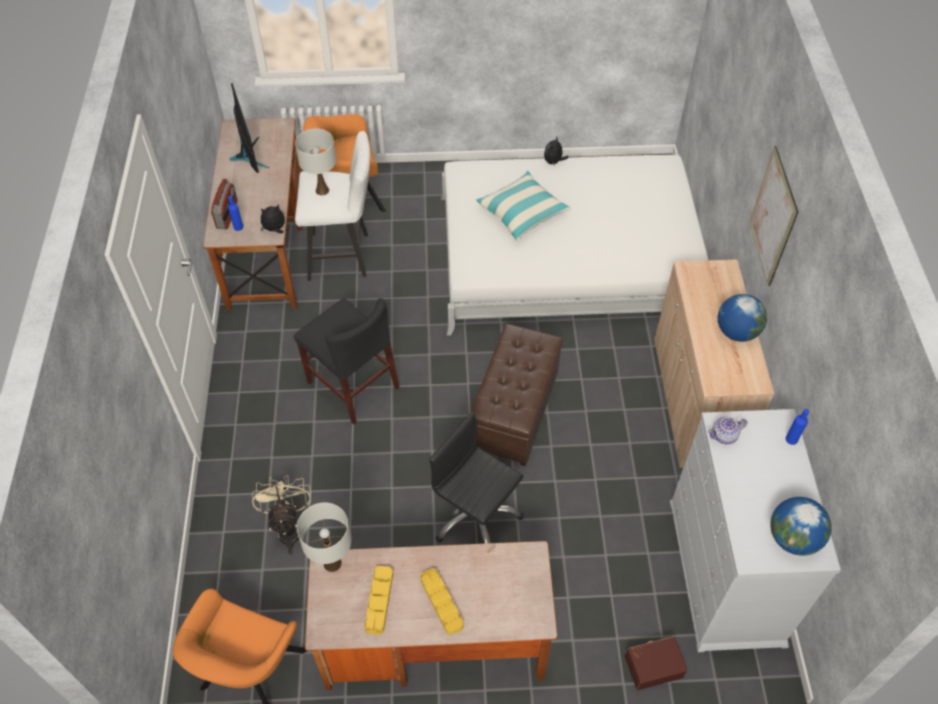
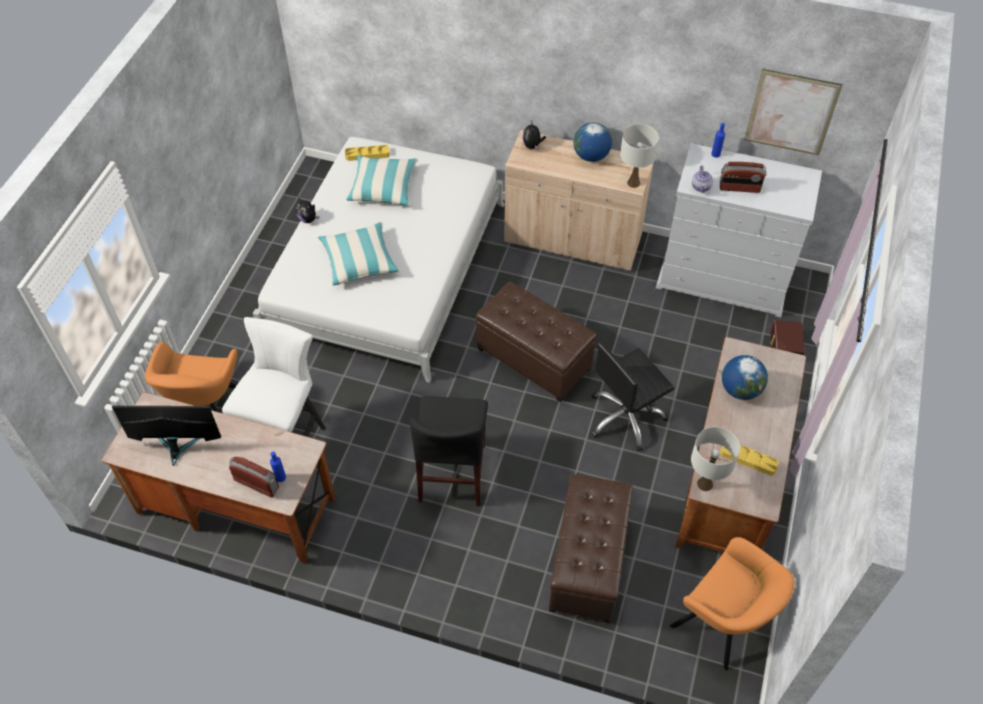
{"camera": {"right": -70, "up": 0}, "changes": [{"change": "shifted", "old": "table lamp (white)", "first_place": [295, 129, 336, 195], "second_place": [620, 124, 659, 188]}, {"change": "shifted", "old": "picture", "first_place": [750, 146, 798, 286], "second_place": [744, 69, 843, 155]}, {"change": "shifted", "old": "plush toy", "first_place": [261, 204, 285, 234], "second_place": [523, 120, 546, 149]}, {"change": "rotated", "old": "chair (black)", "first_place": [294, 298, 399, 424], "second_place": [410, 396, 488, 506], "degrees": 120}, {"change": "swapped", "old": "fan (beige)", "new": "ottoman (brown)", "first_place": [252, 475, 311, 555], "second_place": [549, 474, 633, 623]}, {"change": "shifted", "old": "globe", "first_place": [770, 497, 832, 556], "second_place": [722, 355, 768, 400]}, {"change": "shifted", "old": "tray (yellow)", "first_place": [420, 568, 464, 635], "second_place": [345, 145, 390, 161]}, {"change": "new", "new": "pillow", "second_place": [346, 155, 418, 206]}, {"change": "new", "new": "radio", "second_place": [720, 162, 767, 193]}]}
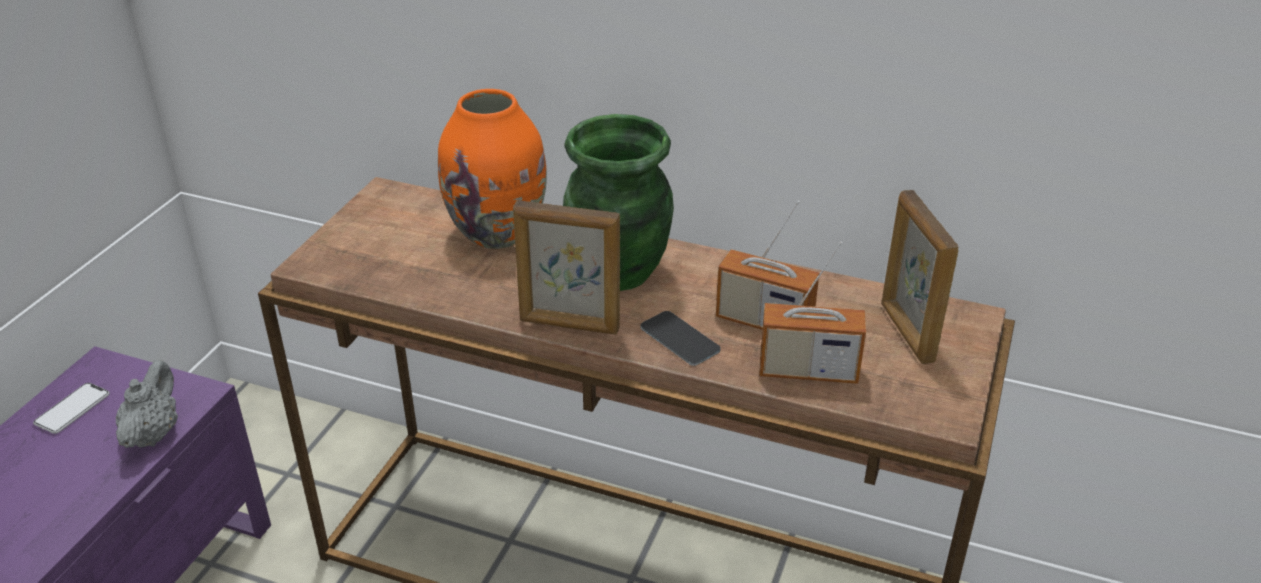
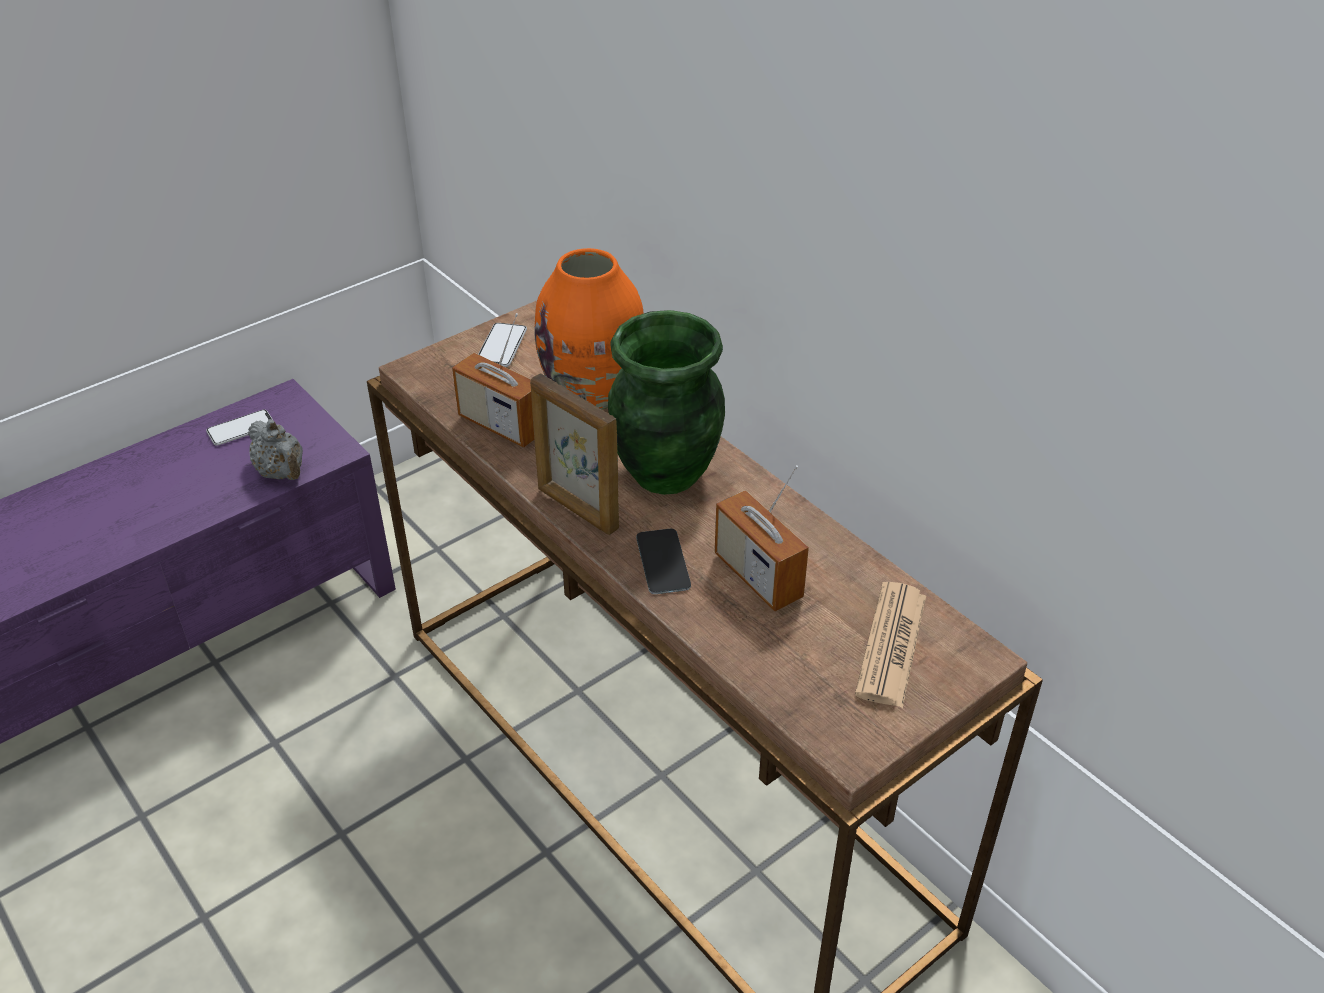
{"camera": {"right": 30, "up": 5}, "changes": [{"change": "swapped", "old": "picture frame", "new": "newspaper", "first_place": [881, 190, 959, 364], "second_place": [855, 582, 926, 708]}, {"change": "shifted", "old": "radio", "first_place": [759, 241, 866, 384], "second_place": [452, 313, 534, 448]}, {"change": "rotated", "old": "teapot (grey)", "first_place": [116, 360, 178, 448], "second_place": [248, 419, 303, 480], "degrees": 105}, {"change": "new", "new": "phone", "second_place": [478, 323, 527, 367]}]}
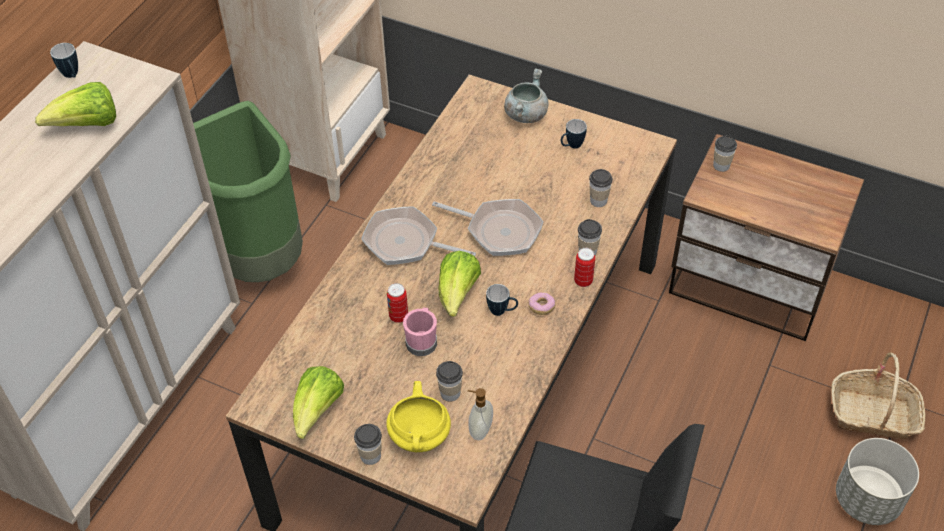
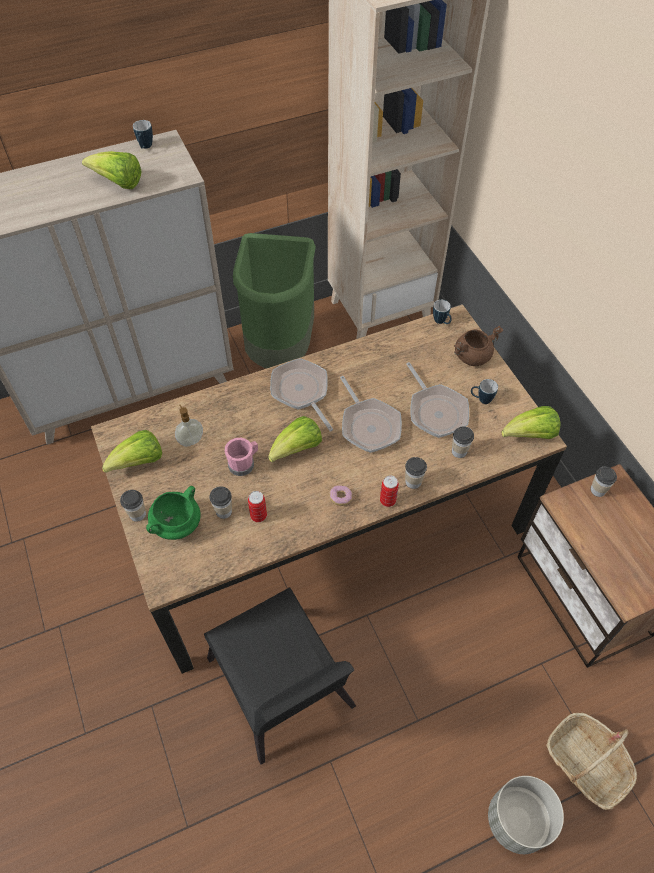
{"camera": {"right": 40, "up": 5}, "changes": [{"change": "repainted", "old": "cooking pot (grey)", "new": "cooking pot (brown)", "first_place": [504, 68, 549, 123], "second_place": [454, 326, 503, 366]}, {"change": "shifted", "old": "can", "first_place": [387, 283, 408, 323], "second_place": [248, 491, 267, 522]}, {"change": "shifted", "old": "mug", "first_place": [486, 284, 518, 316], "second_place": [433, 300, 451, 324]}, {"change": "repainted", "old": "cooking pot (yellow)", "new": "cooking pot (green)", "first_place": [386, 381, 451, 452], "second_place": [146, 486, 201, 540]}, {"change": "shifted", "old": "soap dispenser", "first_place": [468, 388, 493, 440], "second_place": [175, 405, 203, 447]}, {"change": "new", "new": "frying pan", "second_place": [407, 362, 469, 438]}, {"change": "new", "new": "lettuce", "second_place": [501, 406, 561, 439]}]}
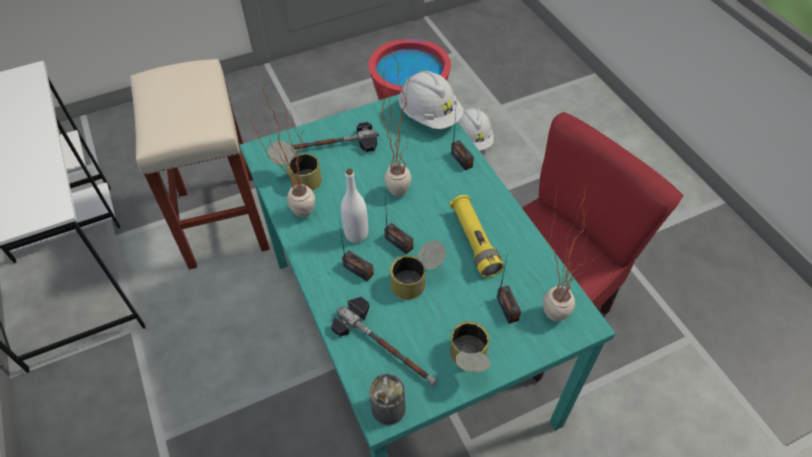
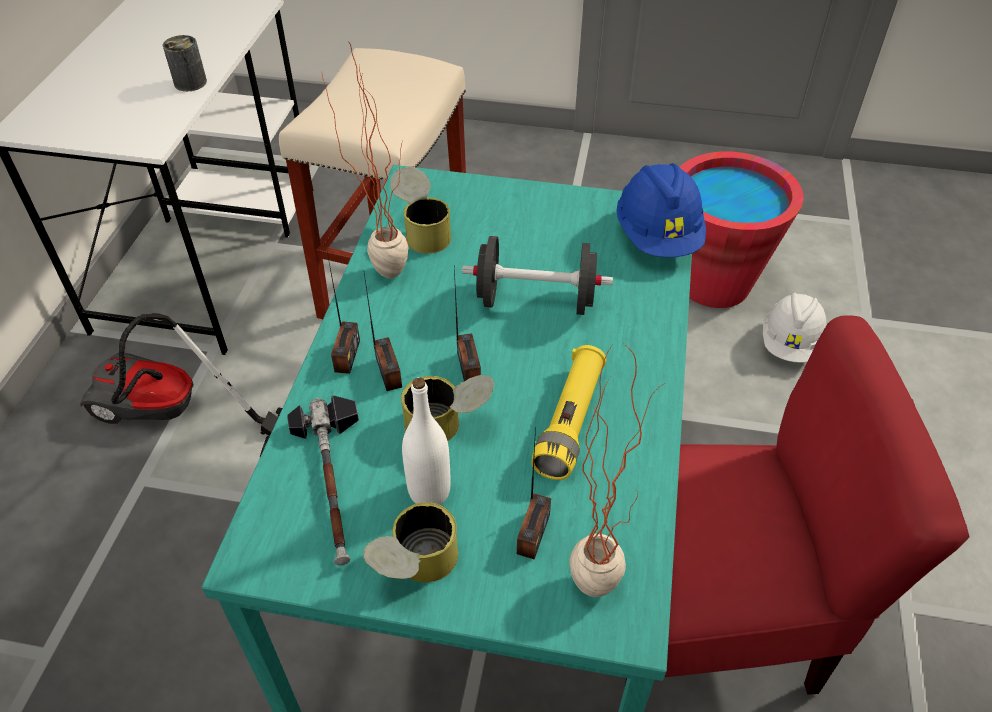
{"camera": {"right": 35, "up": -5}, "changes": [{"change": "swapped", "old": "potted plant", "new": "dumbbell (black)", "first_place": [381, 55, 411, 196], "second_place": [462, 236, 613, 315]}, {"change": "repainted", "old": "hard hat (white)", "new": "hard hat (blue)", "first_place": [398, 70, 463, 129], "second_place": [616, 163, 706, 257]}, {"change": "shifted", "old": "radio", "first_place": [451, 112, 474, 170], "second_place": [327, 252, 360, 374]}, {"change": "gone", "old": "hammer", "first_place": [292, 122, 379, 152]}, {"change": "shifted", "old": "bottle (white)", "first_place": [341, 169, 368, 243], "second_place": [402, 377, 451, 505]}, {"change": "shifted", "old": "can", "first_place": [369, 374, 405, 425], "second_place": [163, 35, 207, 91]}, {"change": "new", "new": "vacuum cleaner", "second_place": [80, 313, 282, 457]}]}
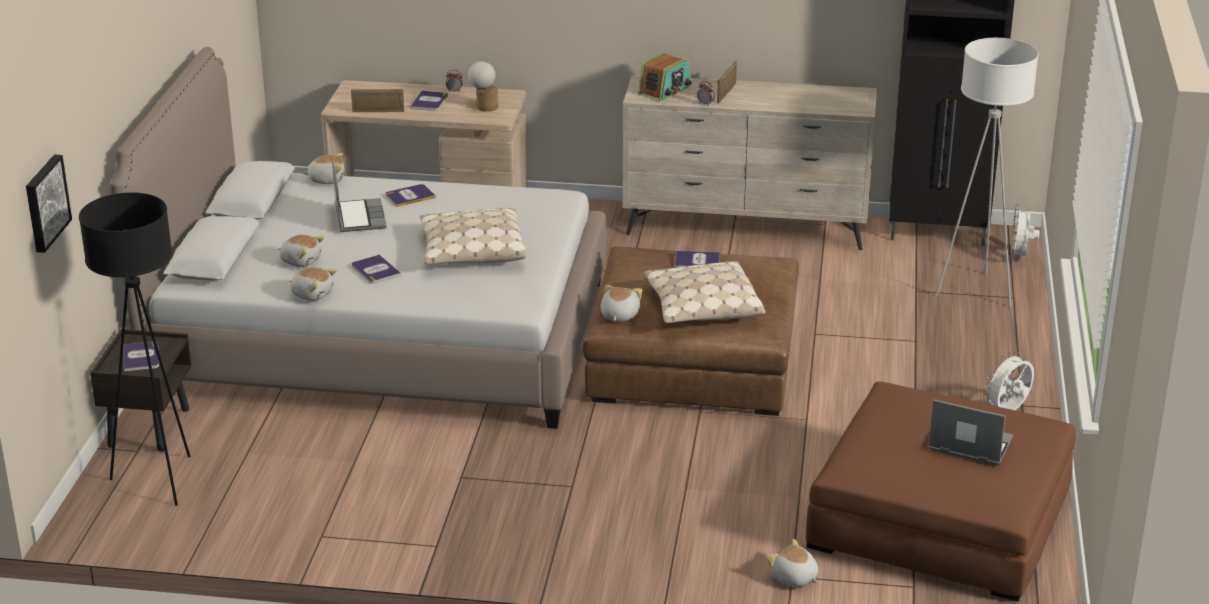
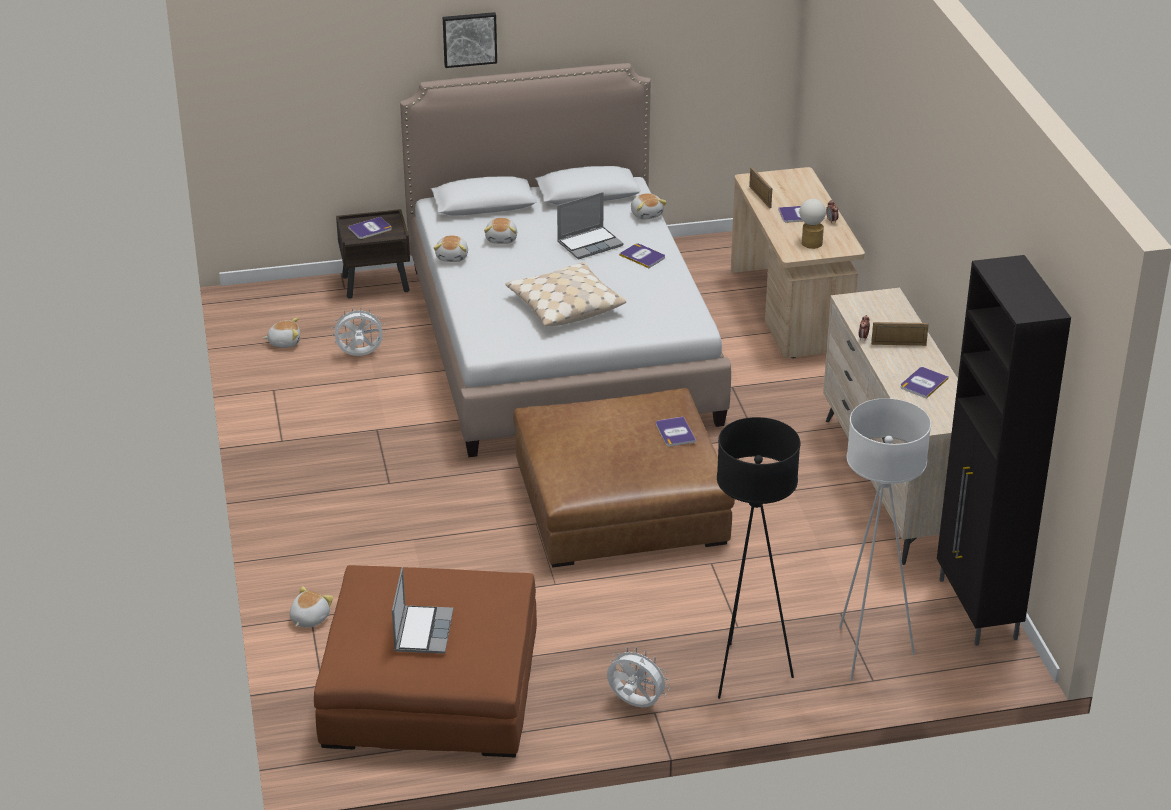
{"camera": {"right": 70, "up": 5}, "changes": [{"change": "gone", "old": "radio", "first_place": [638, 52, 691, 101]}, {"change": "shifted", "old": "picture", "first_place": [26, 155, 72, 253], "second_place": [443, 12, 497, 68]}, {"change": "shifted", "old": "floor lamp (black)", "first_place": [79, 193, 190, 506], "second_place": [717, 417, 800, 699]}, {"change": "shifted", "old": "fan (white)", "first_place": [1010, 204, 1040, 261], "second_place": [331, 307, 385, 356]}, {"change": "shifted", "old": "book", "first_place": [352, 255, 401, 283], "second_place": [900, 367, 949, 399]}, {"change": "gone", "old": "pillow (beige)", "first_place": [644, 261, 765, 323]}, {"change": "shifted", "old": "plush toy", "first_place": [600, 285, 642, 322], "second_place": [263, 318, 300, 348]}]}
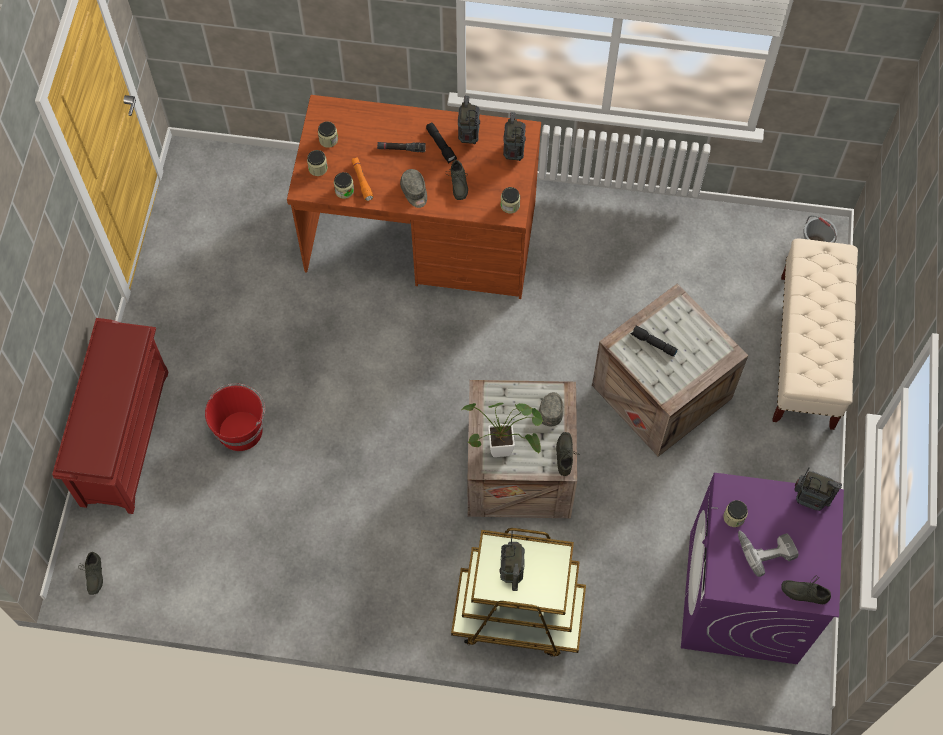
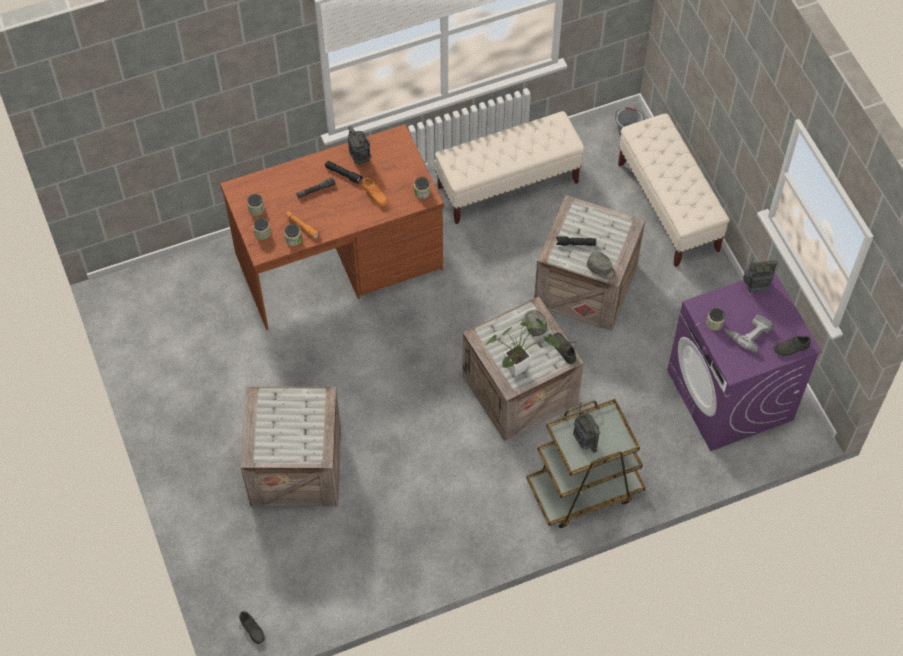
{"camera": {"right": -30, "up": -5}, "changes": [{"change": "gone", "old": "radio", "first_place": [503, 112, 526, 161]}, {"change": "repainted", "old": "shoe (grey)", "new": "shoe (orange)", "first_place": [445, 160, 468, 200], "second_place": [363, 178, 387, 206]}, {"change": "shifted", "old": "cap (grey)", "first_place": [400, 169, 427, 208], "second_place": [587, 252, 615, 279]}, {"change": "gone", "old": "shoe rack (red)", "first_place": [52, 318, 169, 514]}, {"change": "swapped", "old": "bucket (red)", "new": "crate", "first_place": [205, 383, 265, 451], "second_place": [241, 387, 341, 506]}, {"change": "new", "new": "bench (beige)", "second_place": [435, 111, 584, 224]}]}
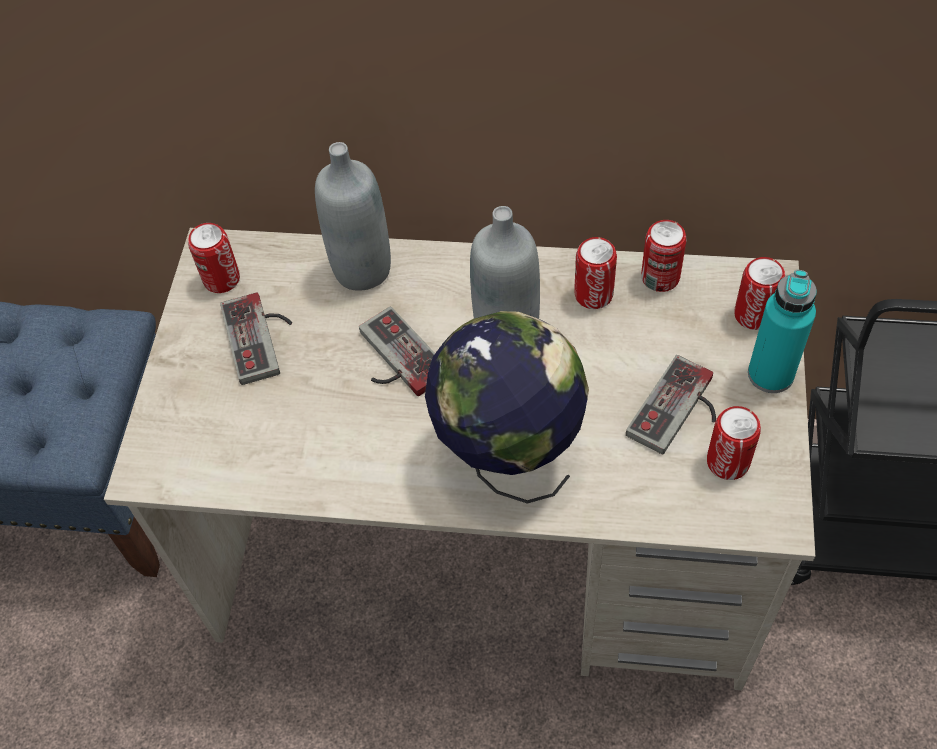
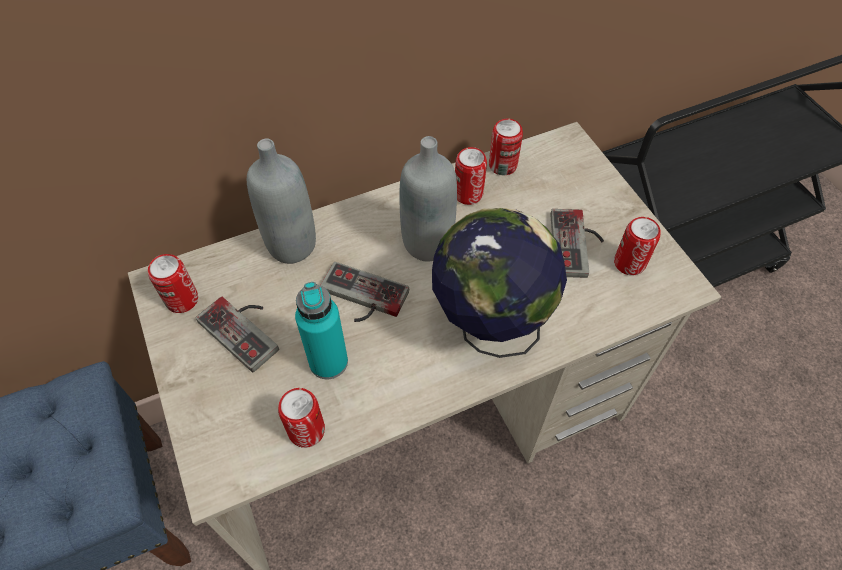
{"camera": {"right": -35, "up": 0}, "changes": [{"change": "shifted", "old": "can", "first_place": [735, 257, 785, 330], "second_place": [278, 388, 325, 448]}, {"change": "shifted", "old": "bottle (turquoise)", "first_place": [748, 270, 817, 393], "second_place": [295, 282, 348, 379]}]}
